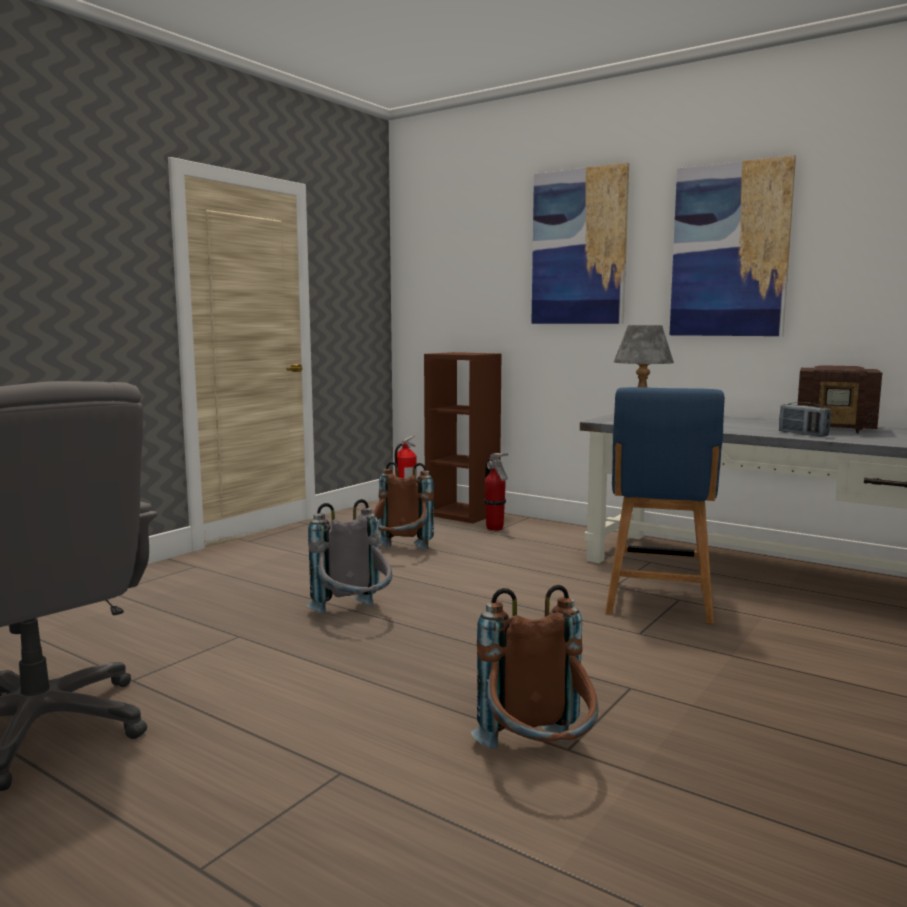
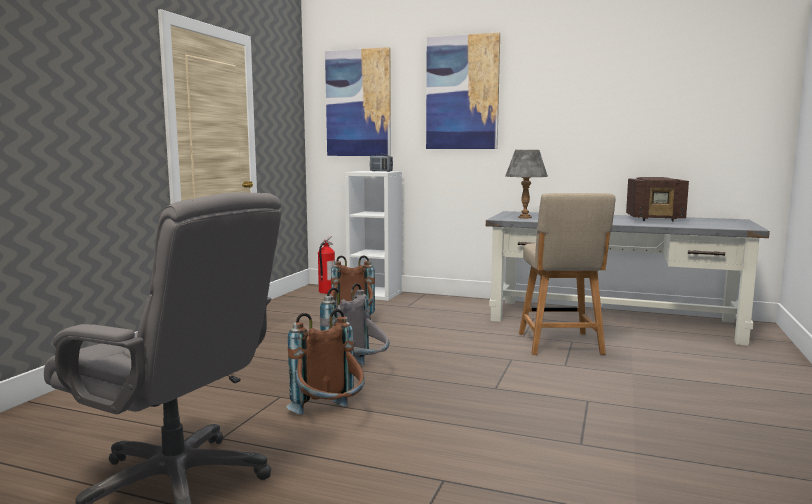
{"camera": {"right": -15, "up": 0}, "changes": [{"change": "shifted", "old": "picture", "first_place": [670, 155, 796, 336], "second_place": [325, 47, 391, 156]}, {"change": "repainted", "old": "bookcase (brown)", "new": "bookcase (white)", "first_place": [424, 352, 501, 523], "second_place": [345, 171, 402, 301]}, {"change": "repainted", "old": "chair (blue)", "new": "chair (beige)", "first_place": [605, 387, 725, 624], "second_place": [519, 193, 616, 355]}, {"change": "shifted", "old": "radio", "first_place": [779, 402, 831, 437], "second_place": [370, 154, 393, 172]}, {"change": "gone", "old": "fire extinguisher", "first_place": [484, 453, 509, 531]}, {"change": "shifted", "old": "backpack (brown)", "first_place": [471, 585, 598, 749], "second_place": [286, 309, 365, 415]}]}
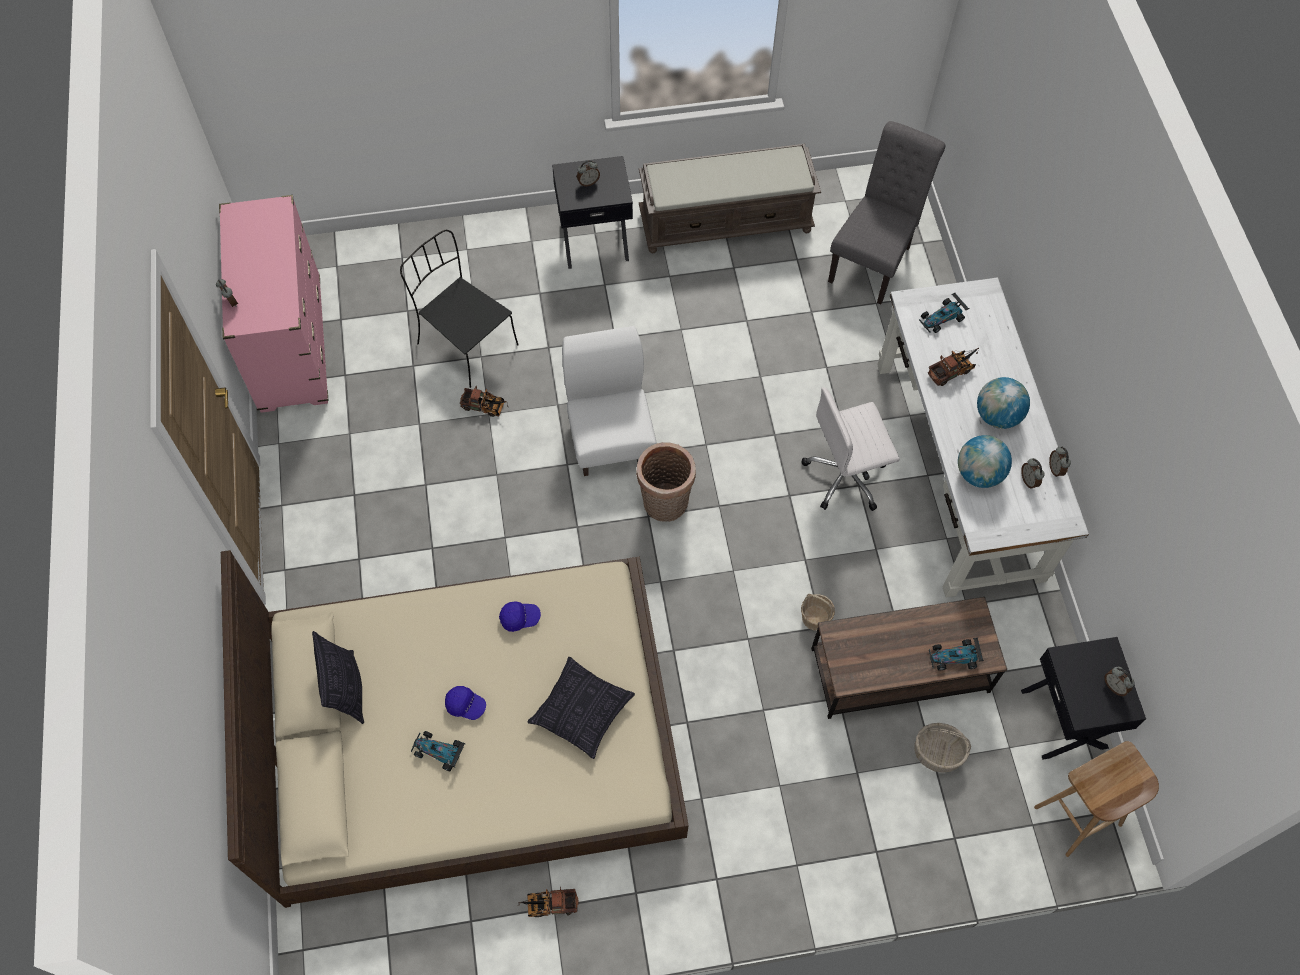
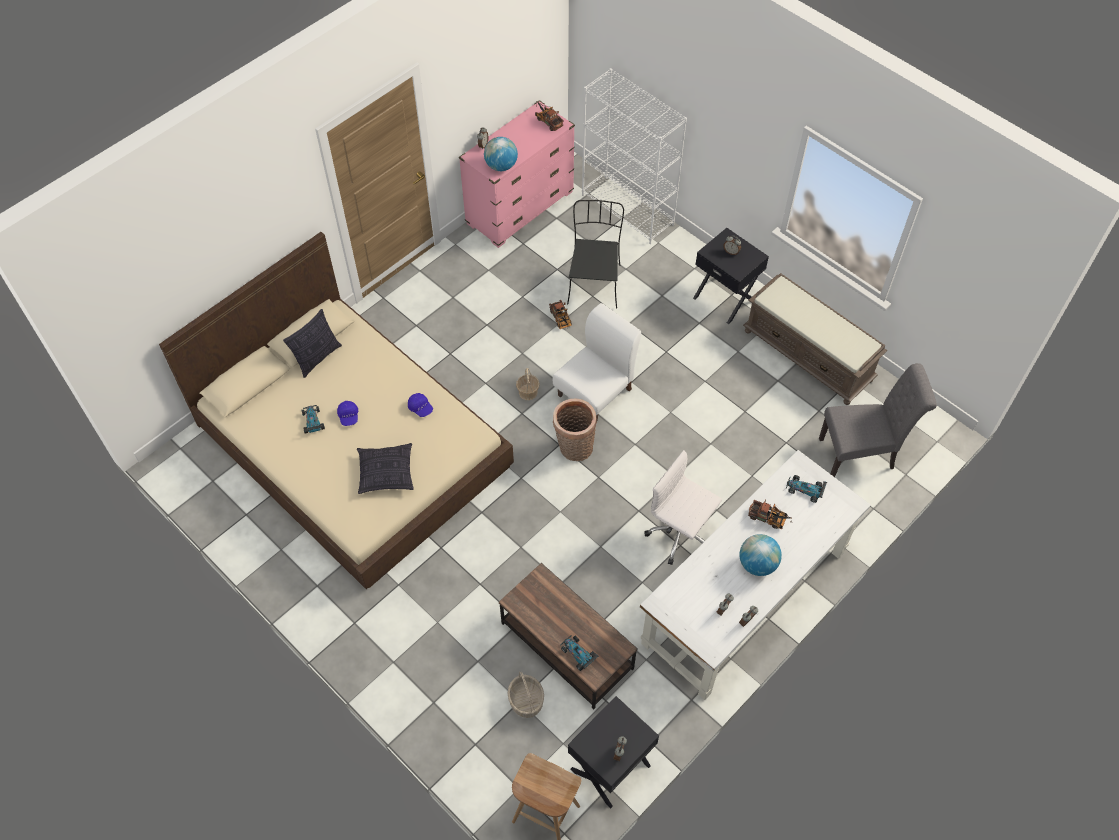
{"camera": {"right": 55, "up": -5}, "changes": [{"change": "shifted", "old": "globe", "first_place": [958, 435, 1012, 488], "second_place": [484, 137, 518, 171]}, {"change": "shifted", "old": "basket", "first_place": [801, 594, 835, 631], "second_place": [516, 368, 540, 400]}, {"change": "shifted", "old": "toy truck", "first_place": [518, 887, 578, 917], "second_place": [535, 101, 564, 131]}, {"change": "new", "new": "bookcase (white)", "second_place": [582, 68, 687, 244]}]}
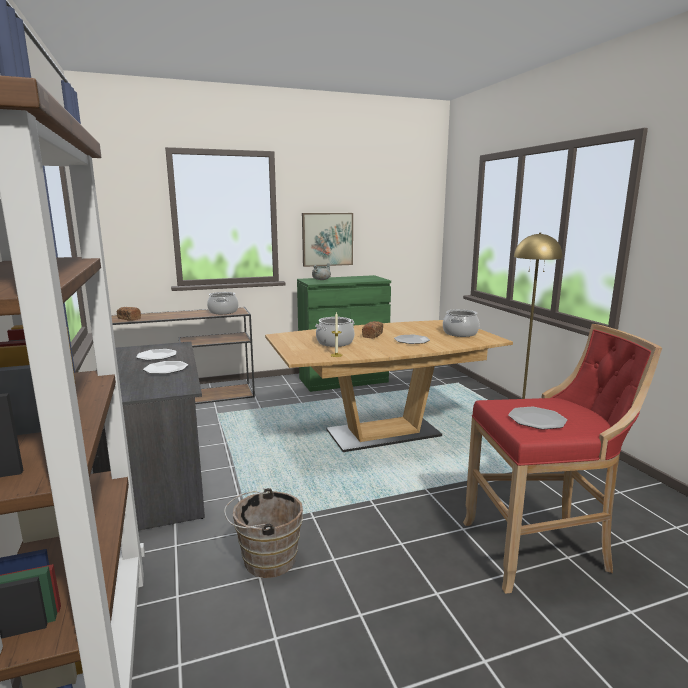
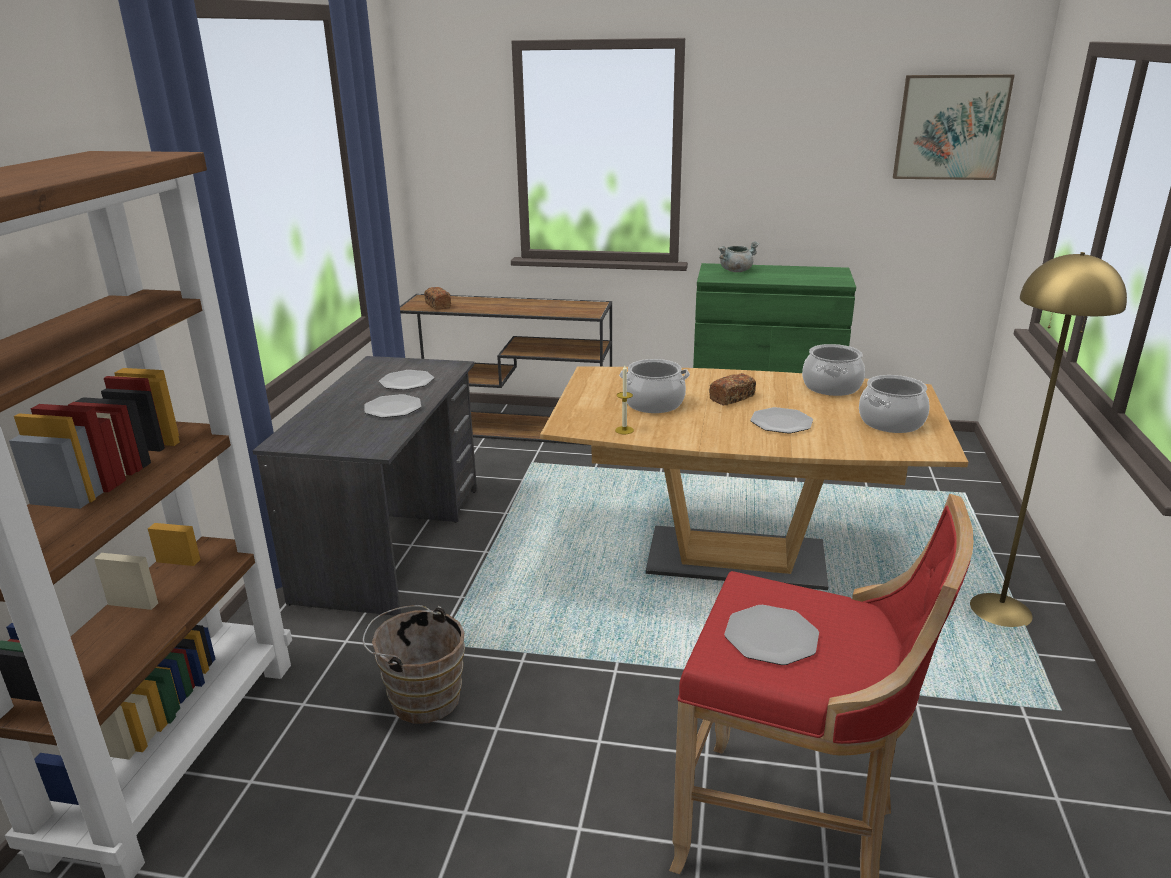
{"camera": {"right": 30, "up": 10}, "changes": [{"change": "shifted", "old": "picture", "first_place": [302, 213, 353, 267], "second_place": [893, 74, 1015, 180]}, {"change": "shifted", "old": "cooking pot", "first_place": [207, 292, 238, 314], "second_place": [802, 344, 865, 396]}]}
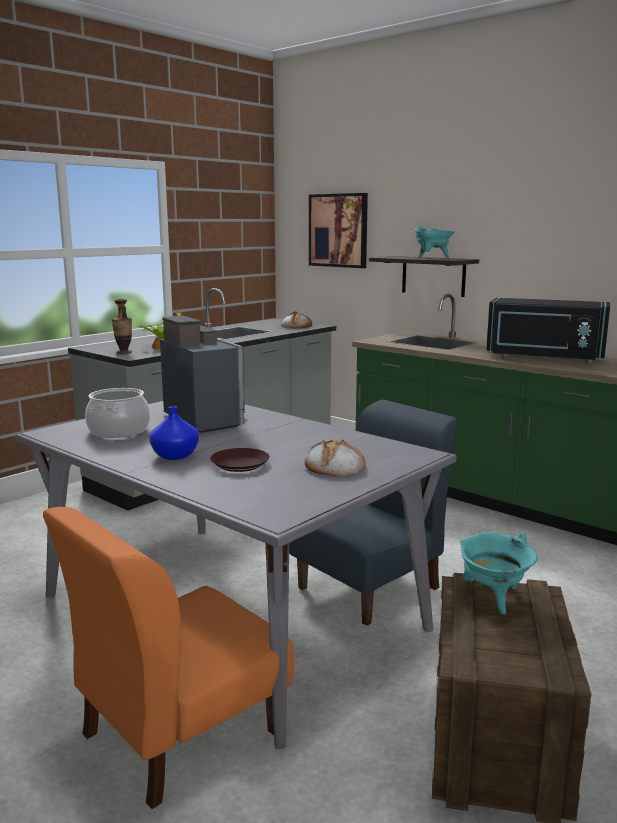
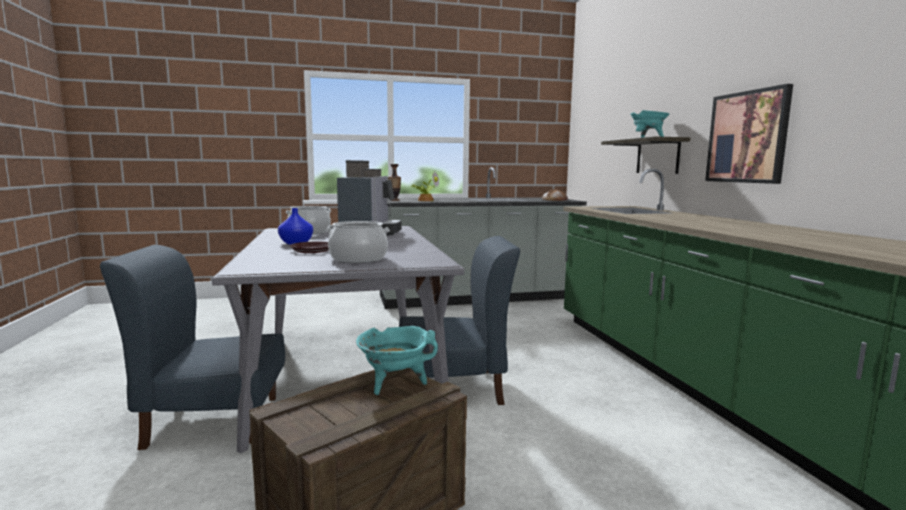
{"camera": {"right": 35, "up": -5}, "changes": [{"change": "shifted", "old": "picture", "first_place": [309, 193, 368, 268], "second_place": [705, 84, 793, 184]}, {"change": "gone", "old": "microwave (black)", "first_place": [486, 298, 610, 363]}, {"change": "swapped", "old": "bread", "new": "cooking pot", "first_place": [305, 439, 366, 476], "second_place": [326, 221, 390, 263]}, {"change": "repainted", "old": "chair (orange)", "new": "chair (blue)", "first_place": [43, 507, 294, 809], "second_place": [100, 245, 285, 450]}]}
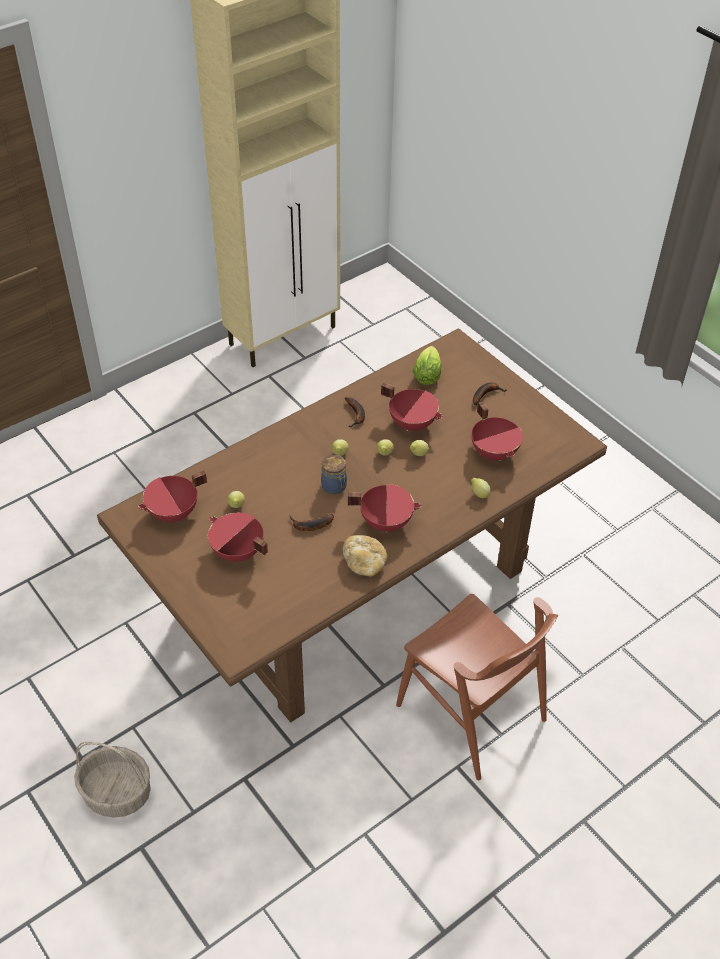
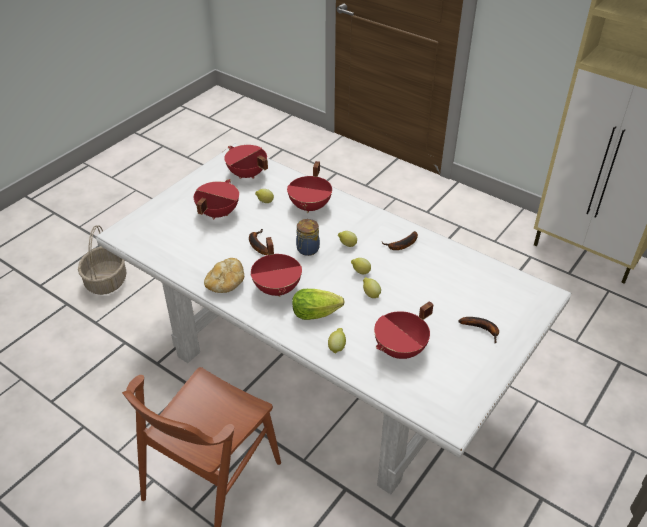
{"camera": {"right": 75, "up": -5}, "changes": [{"change": "repainted", "old": "dining table (brown)", "new": "dining table (white)", "first_place": [97, 328, 607, 722], "second_place": [96, 144, 571, 494]}, {"change": "shifted", "old": "lettuce", "first_place": [412, 346, 441, 385], "second_place": [292, 289, 345, 320]}, {"change": "shifted", "old": "cooking pot (red)", "first_place": [381, 383, 443, 431], "second_place": [287, 161, 332, 213]}]}
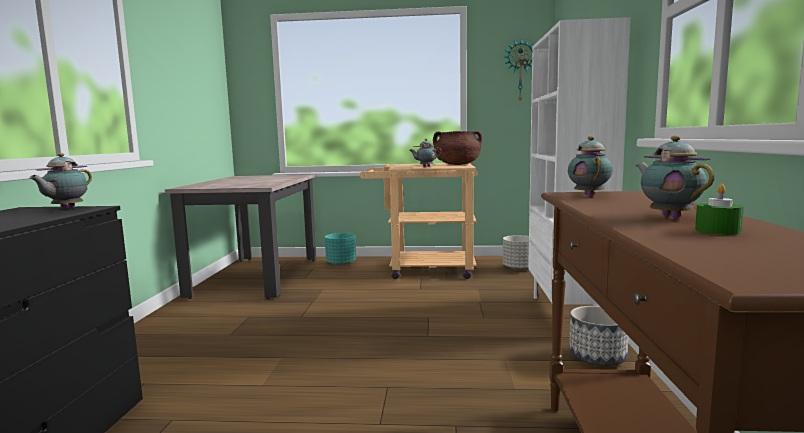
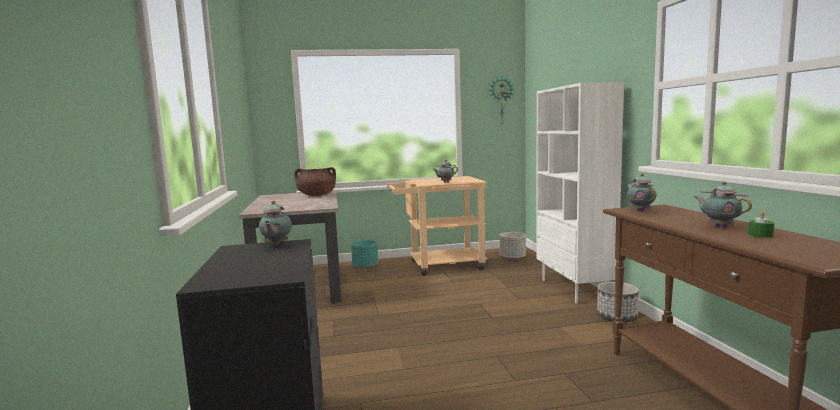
{"camera": {"right": -15, "up": 0}, "changes": [{"change": "shifted", "old": "cooking pot (brown)", "first_place": [433, 131, 482, 165], "second_place": [294, 167, 336, 196]}]}
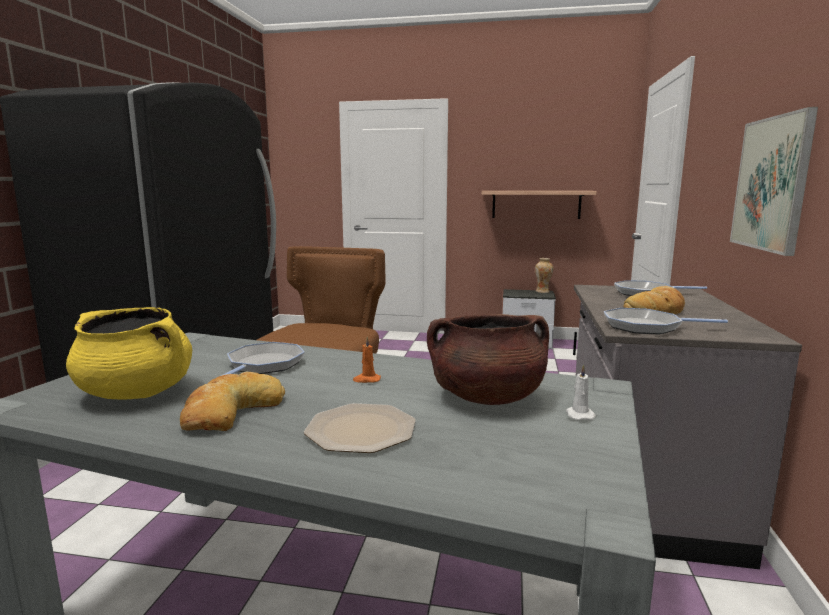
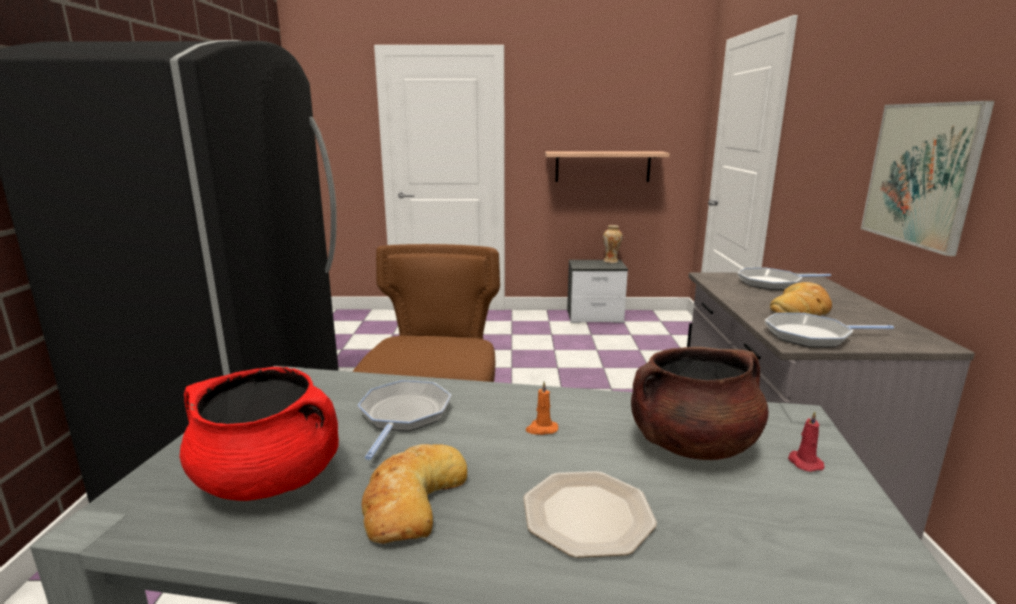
{"camera": {"right": -10, "up": 5}, "changes": [{"change": "repainted", "old": "cooking pot (yellow)", "new": "cooking pot (red)", "first_place": [66, 307, 192, 400], "second_place": [179, 367, 339, 501]}, {"change": "repainted", "old": "candle (white)", "new": "candle (red)", "first_place": [566, 365, 596, 420], "second_place": [788, 411, 825, 472]}]}
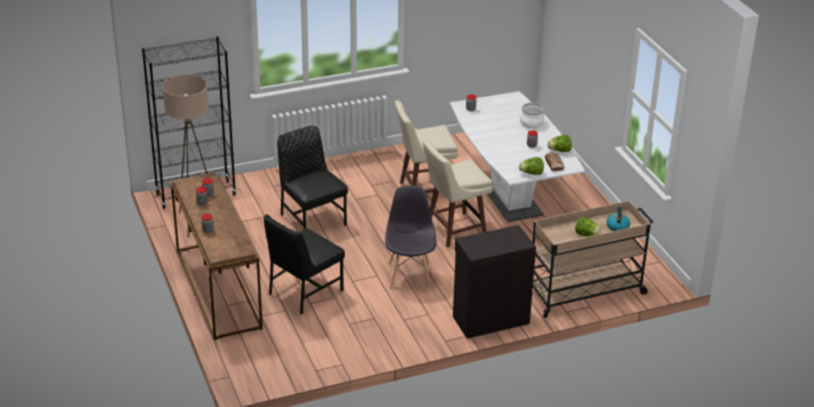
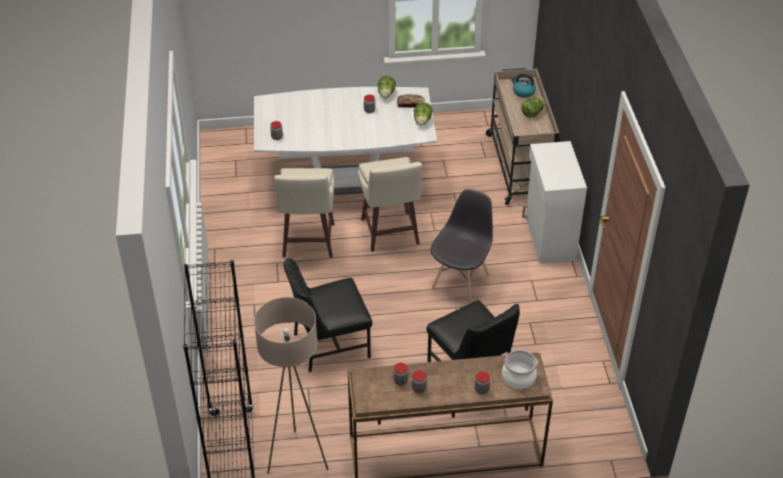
{"camera": {"right": -75, "up": 10}, "changes": [{"change": "shifted", "old": "cooking pot", "first_place": [520, 103, 544, 128], "second_place": [502, 350, 538, 389]}, {"change": "rotated", "old": "chair (grey)", "first_place": [385, 185, 437, 288], "second_place": [431, 189, 493, 303], "degrees": 105}, {"change": "repainted", "old": "cabinet (black)", "new": "cabinet (white)", "first_place": [453, 225, 536, 339], "second_place": [522, 141, 587, 264]}]}
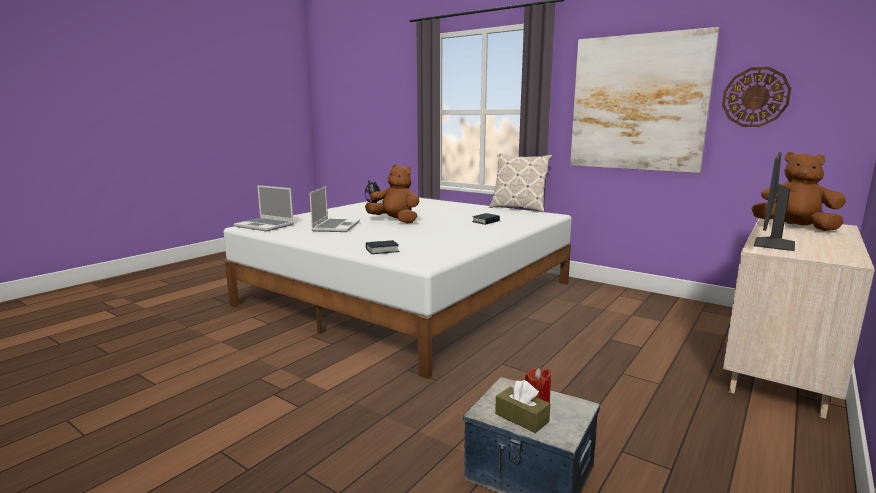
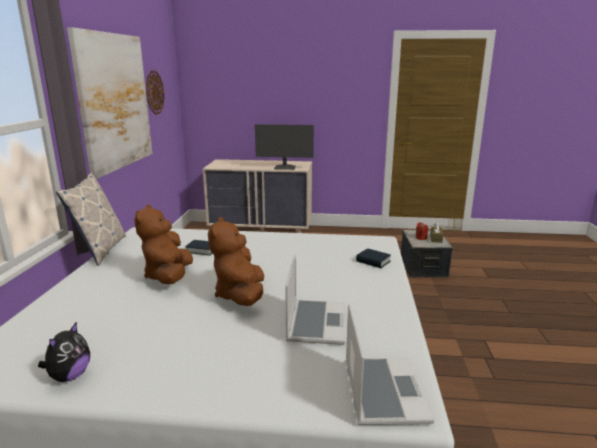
{"camera": {"right": -120, "up": 5}, "changes": [{"change": "shifted", "old": "plush toy (brown)", "first_place": [751, 152, 846, 231], "second_place": [134, 204, 193, 284]}, {"change": "rotated", "old": "laptop", "first_place": [310, 186, 360, 232], "second_place": [285, 254, 345, 345], "degrees": 120}]}
